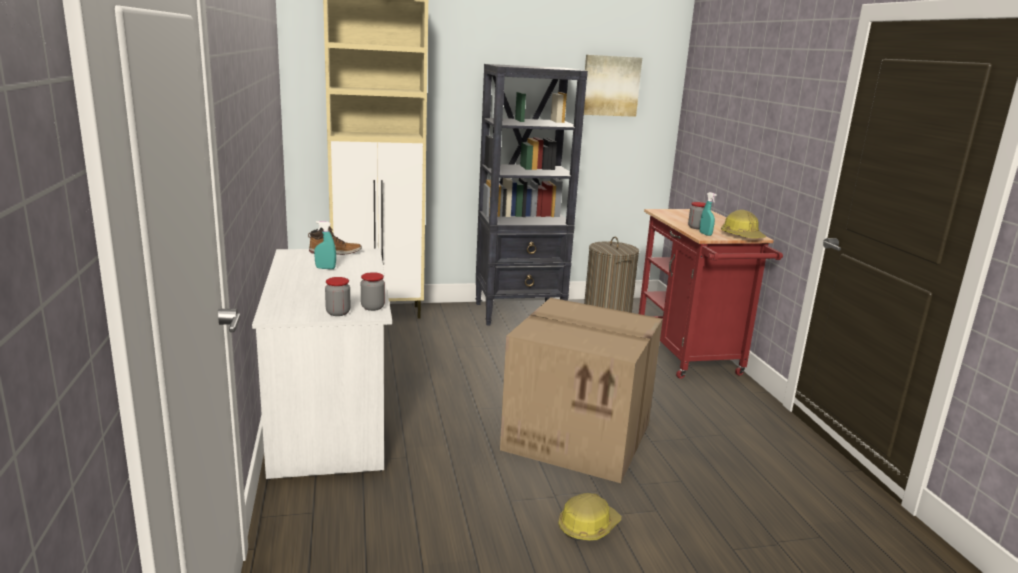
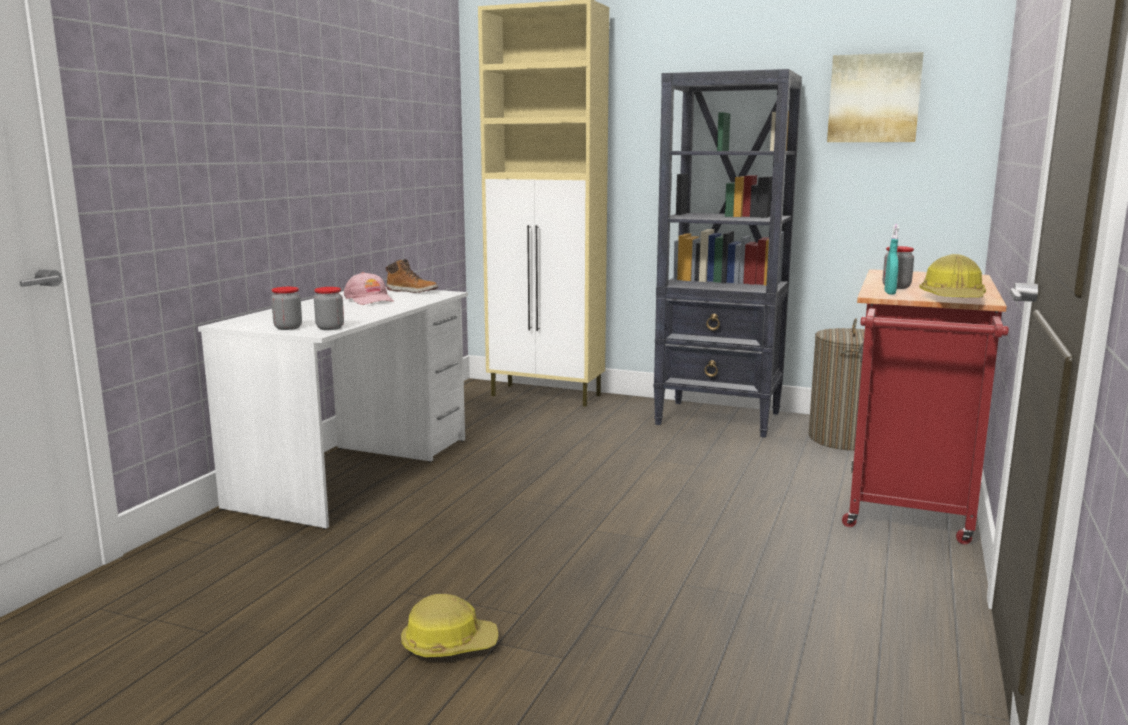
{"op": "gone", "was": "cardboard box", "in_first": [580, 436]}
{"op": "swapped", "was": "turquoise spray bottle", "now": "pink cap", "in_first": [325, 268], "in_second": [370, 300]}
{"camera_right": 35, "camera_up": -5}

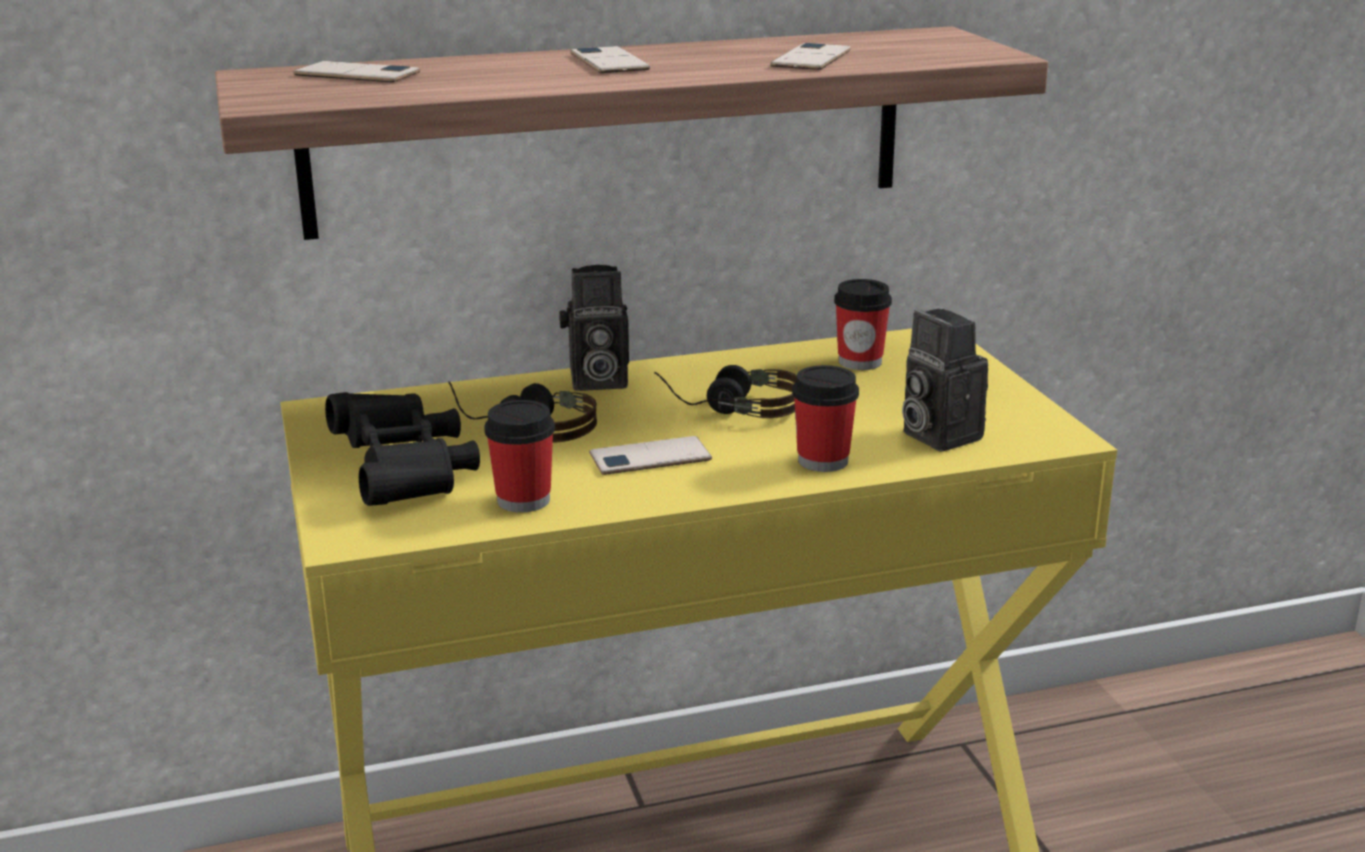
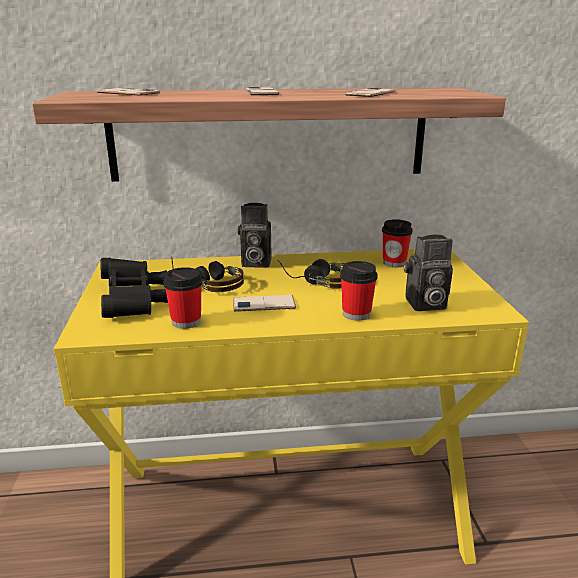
{"op": "rotated", "was": "photo camera", "in_first": [935, 435], "in_second": [424, 304], "clockwise": -75}
{"camera_right": 10, "camera_up": 0}

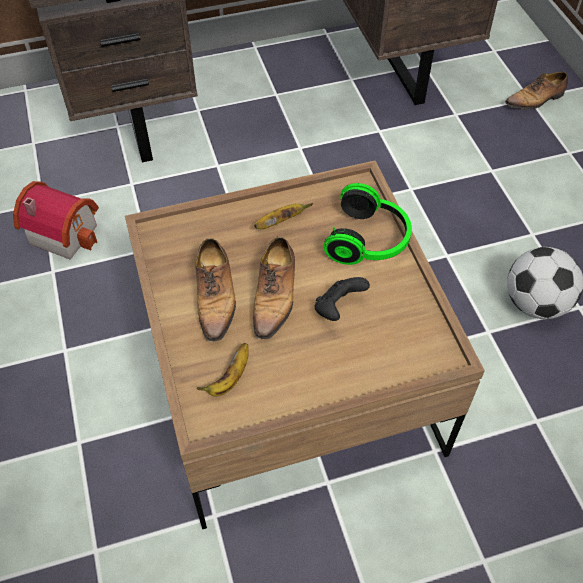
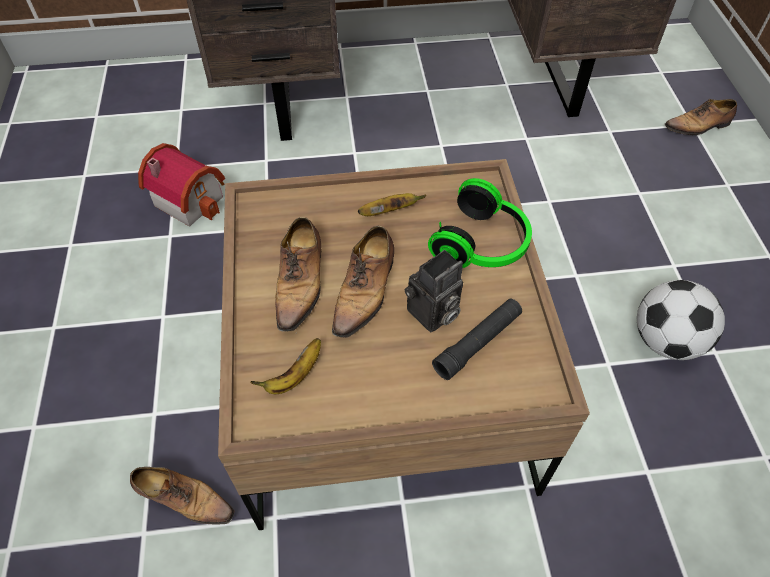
{"op": "new", "now": "shoe", "in_second": [184, 498]}
{"op": "new", "now": "black flashlight", "in_second": [478, 343]}
{"op": "swapped", "was": "black game controller", "now": "photo camera", "in_first": [338, 308], "in_second": [432, 315]}
{"camera_right": 10, "camera_up": 0}

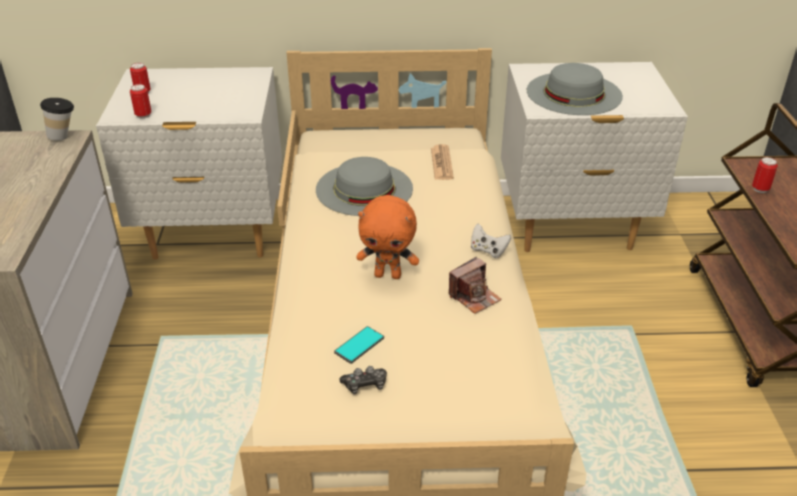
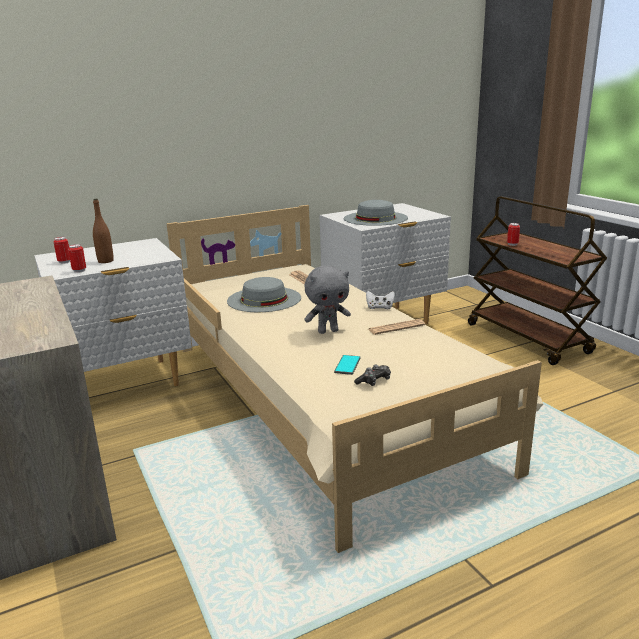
{"op": "gone", "was": "cup", "in_first": [64, 136]}
{"op": "new", "now": "brown bottle", "in_second": [105, 261]}
{"op": "swapped", "was": "photo camera", "now": "newspaper", "in_first": [474, 297], "in_second": [396, 327]}
{"op": "repainted", "was": "orange plush toy", "now": "grey plush toy", "in_first": [388, 275], "in_second": [328, 331]}
{"camera_right": -25, "camera_up": -15}

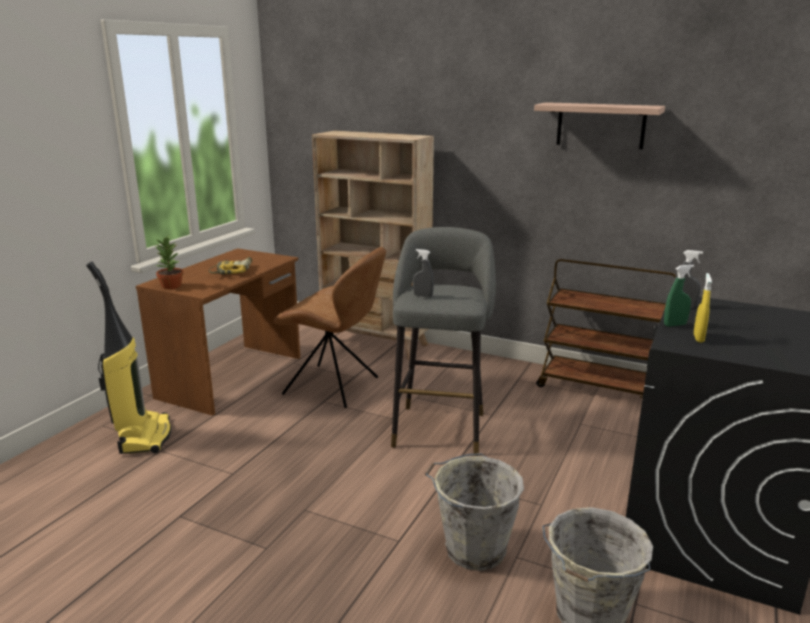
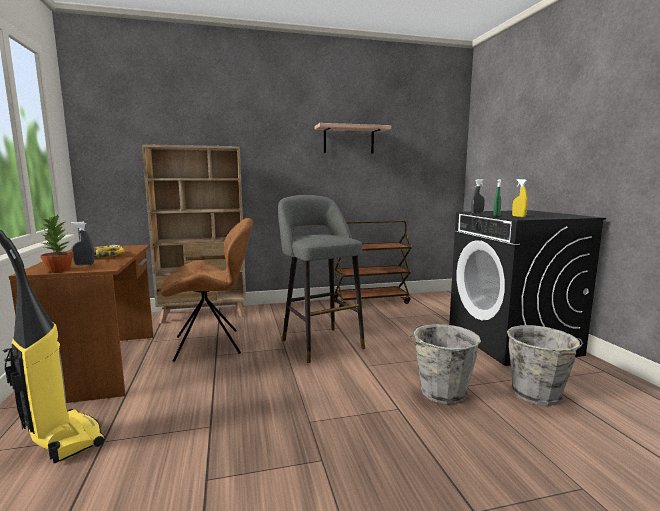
{"op": "shifted", "was": "grey spray bottle", "in_first": [423, 296], "in_second": [84, 264]}
{"camera_right": -40, "camera_up": -10}

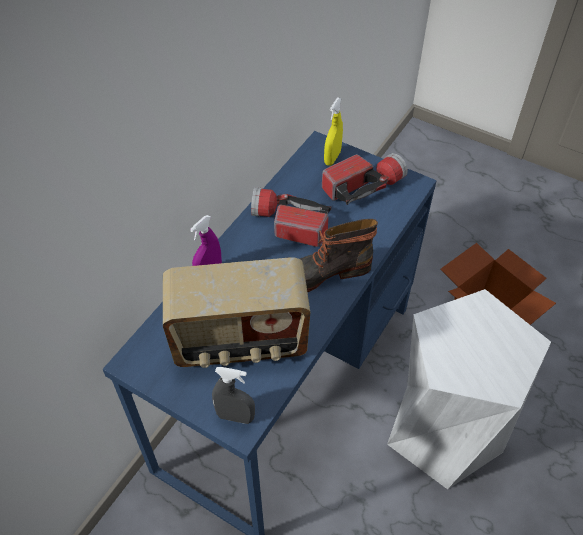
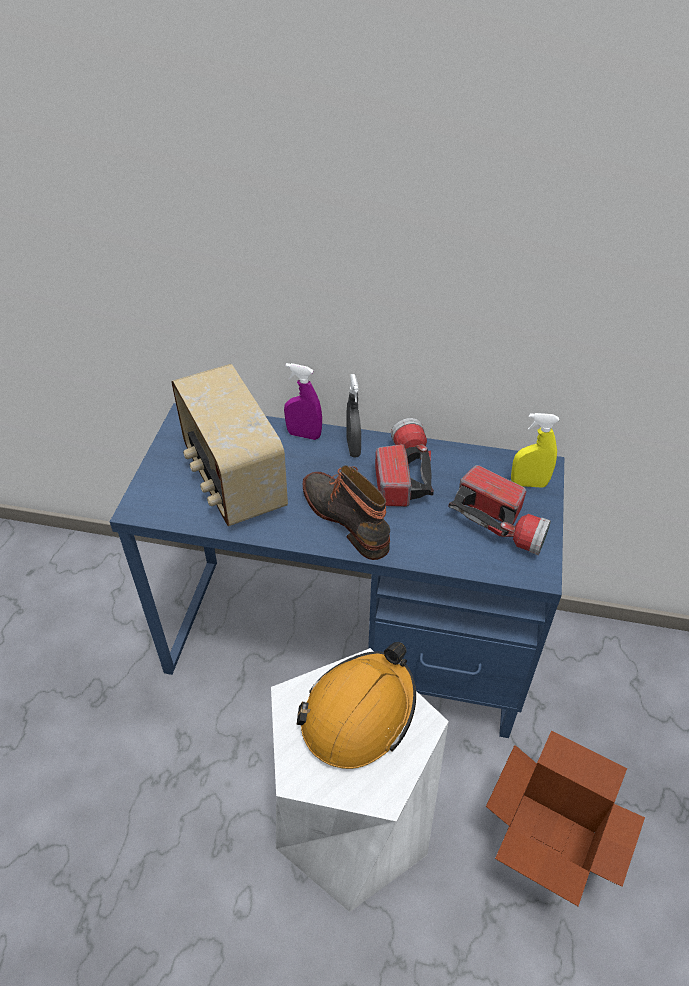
{"op": "new", "now": "orange hard hat", "in_second": [359, 713]}
{"op": "shifted", "was": "grey spray bottle", "in_first": [235, 417], "in_second": [353, 447]}
{"camera_right": 70, "camera_up": -5}

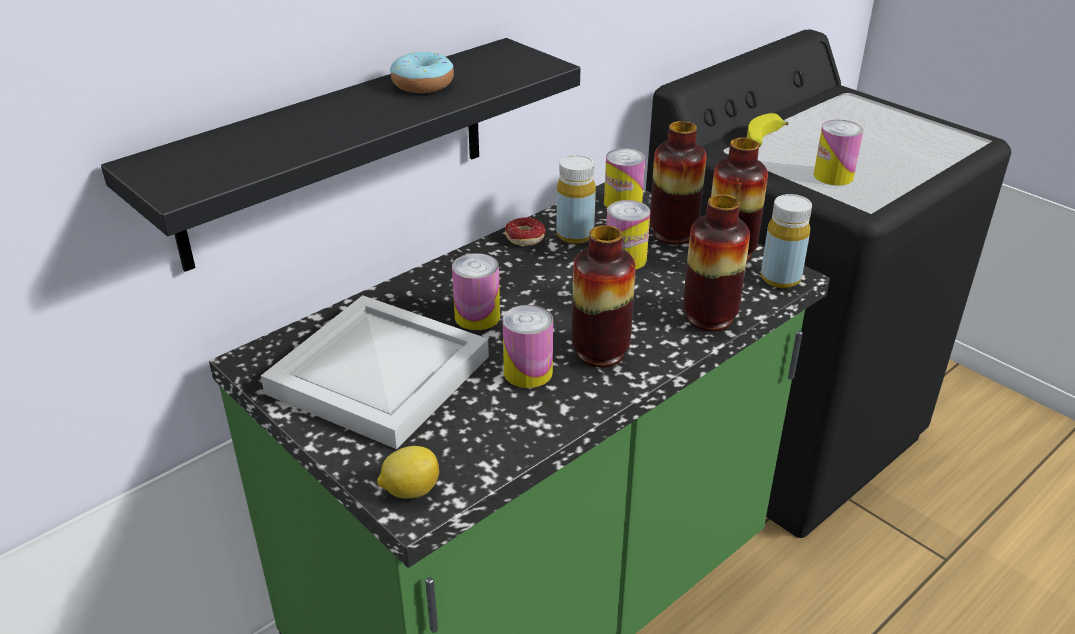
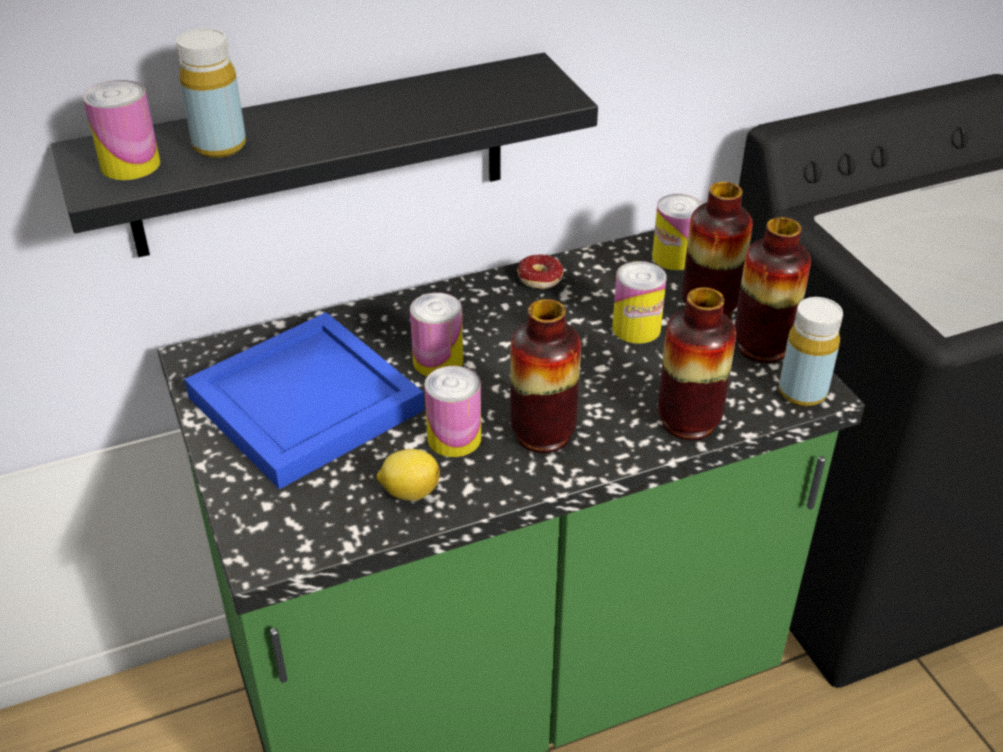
{"op": "gone", "was": "donut", "in_first": [423, 84]}
{"op": "gone", "was": "banana", "in_first": [764, 140]}
{"op": "shifted", "was": "lemon", "in_first": [410, 490], "in_second": [409, 491]}
{"op": "shifted", "was": "yellow bottle", "in_first": [575, 235], "in_second": [219, 146]}
{"op": "shifted", "was": "can", "in_first": [833, 176], "in_second": [130, 165]}
{"op": "repainted", "was": "white tray", "now": "blue tray", "in_first": [379, 377], "in_second": [304, 406]}
{"camera_right": 20, "camera_up": 5}

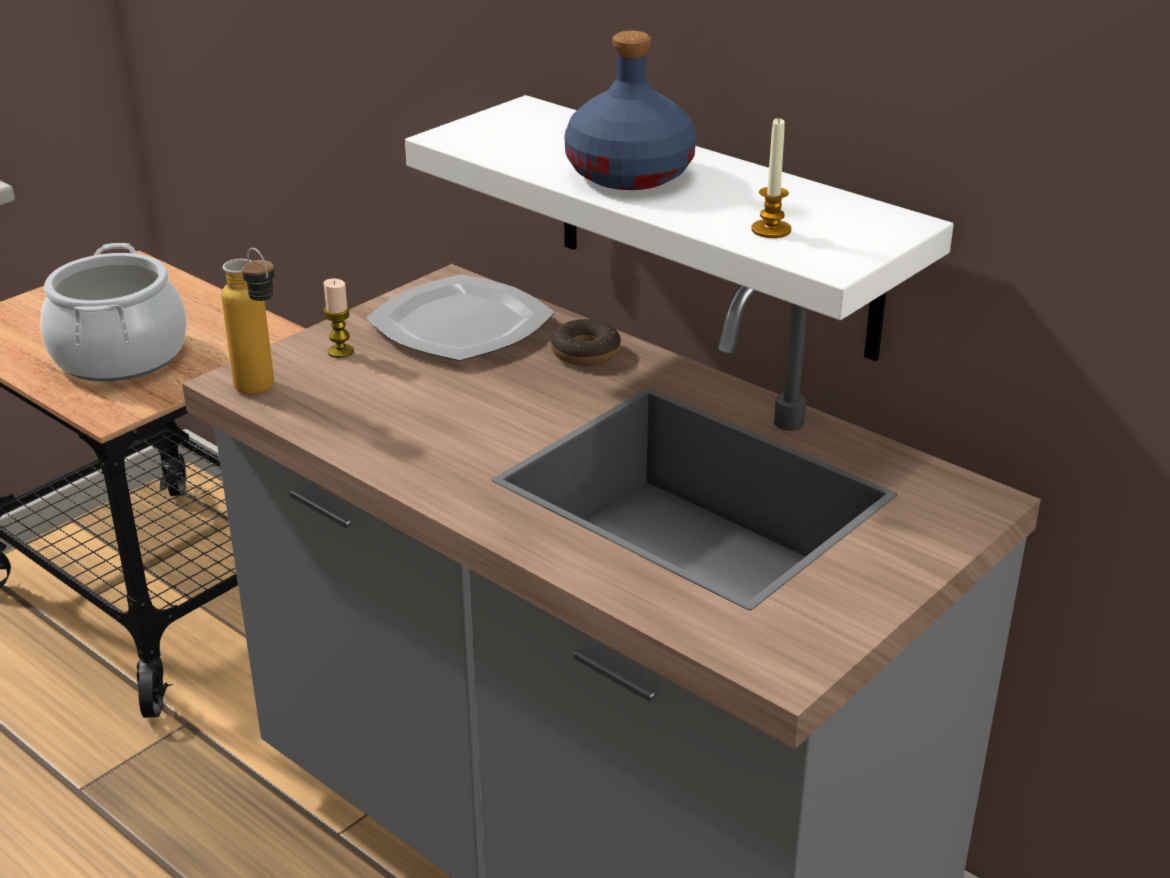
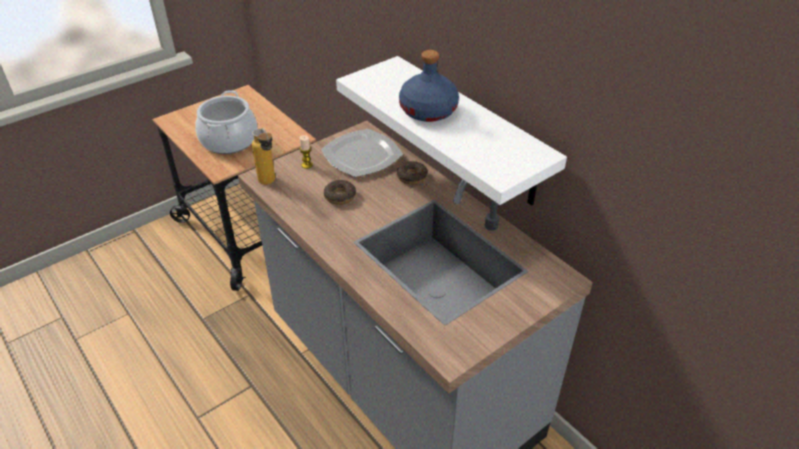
{"op": "gone", "was": "candle", "in_first": [771, 230]}
{"op": "new", "now": "donut", "in_second": [340, 196]}
{"camera_right": 10, "camera_up": 10}

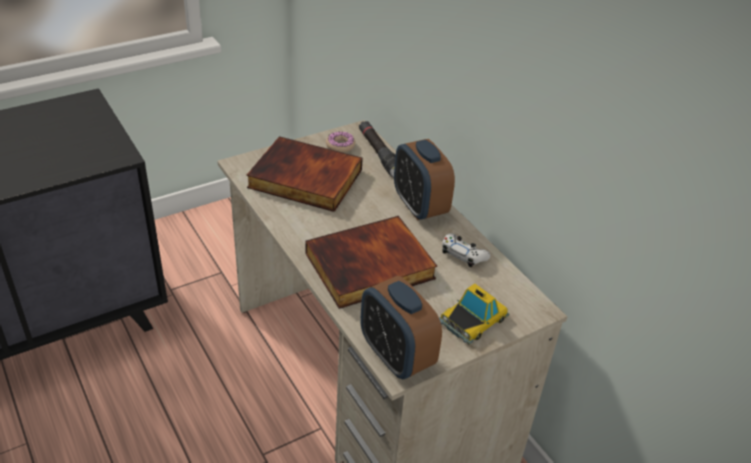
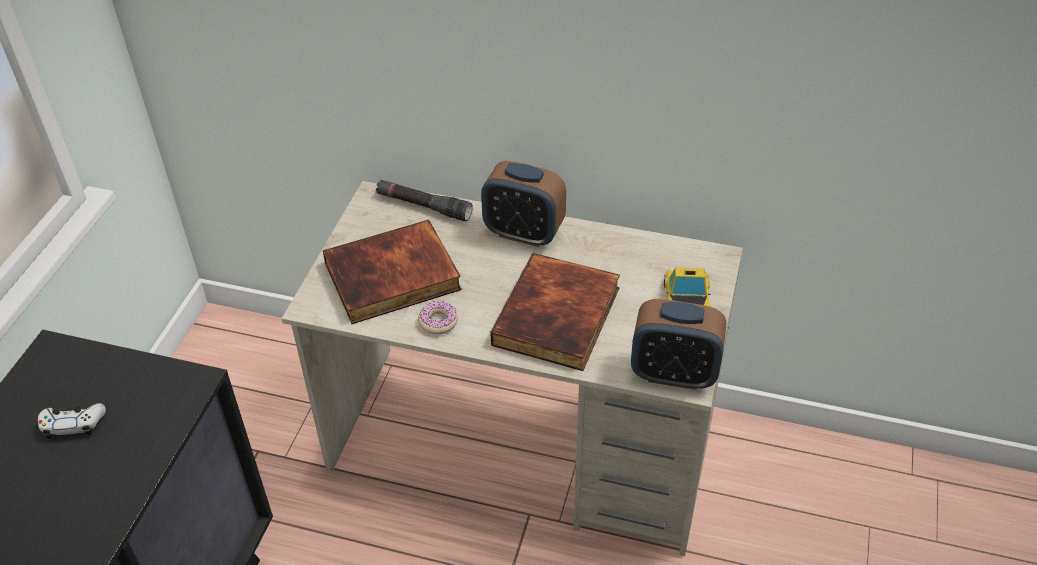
{"op": "shifted", "was": "donut", "in_first": [340, 145], "in_second": [438, 322]}
{"op": "shifted", "was": "white game controller", "in_first": [463, 254], "in_second": [73, 424]}
{"camera_right": -40, "camera_up": 5}

